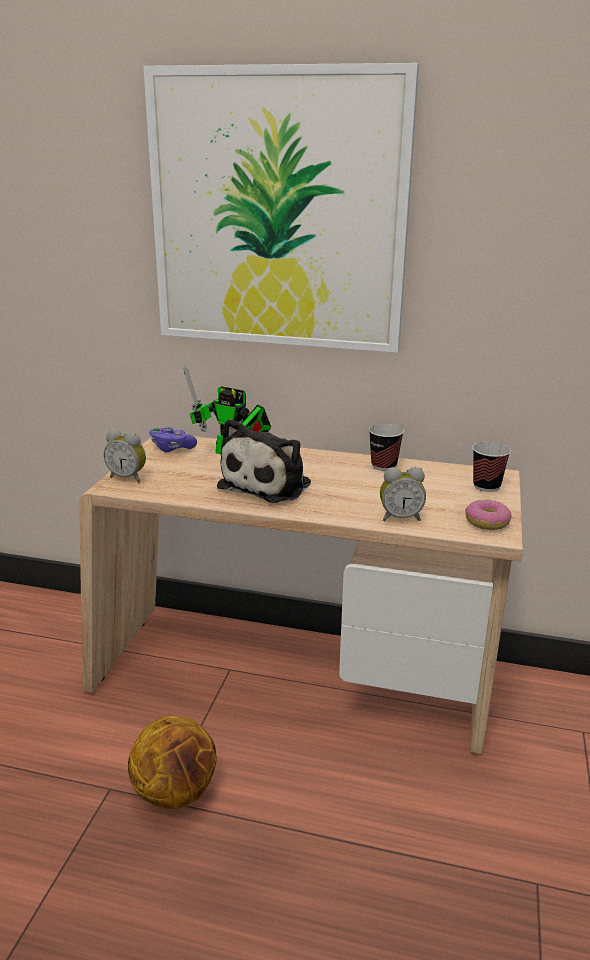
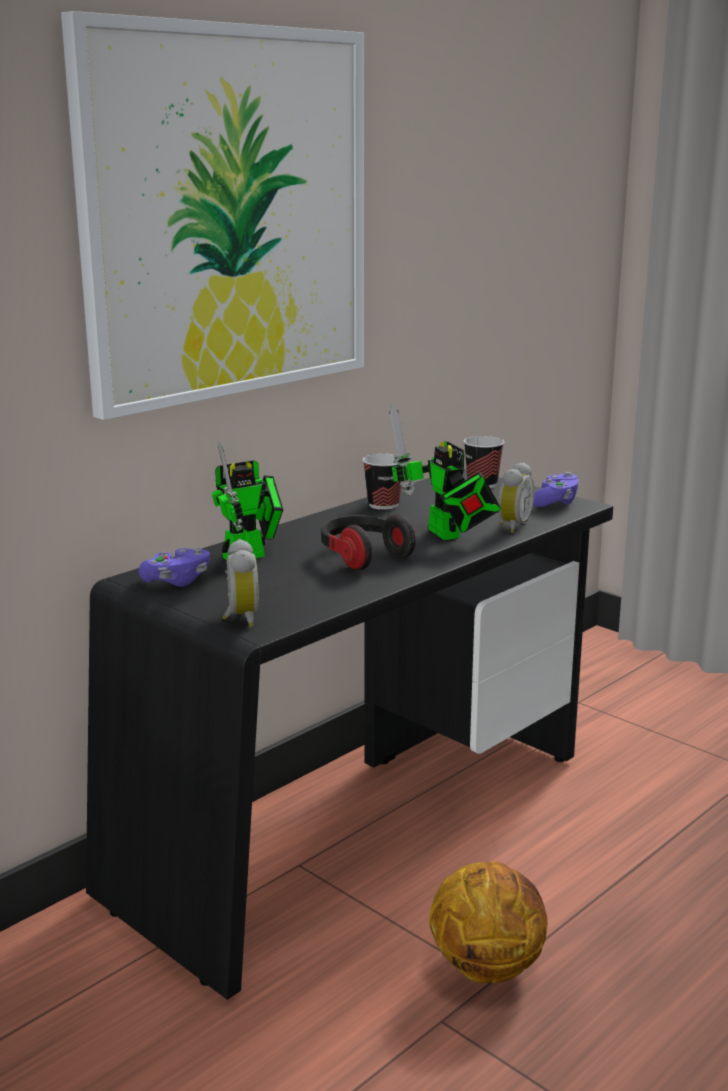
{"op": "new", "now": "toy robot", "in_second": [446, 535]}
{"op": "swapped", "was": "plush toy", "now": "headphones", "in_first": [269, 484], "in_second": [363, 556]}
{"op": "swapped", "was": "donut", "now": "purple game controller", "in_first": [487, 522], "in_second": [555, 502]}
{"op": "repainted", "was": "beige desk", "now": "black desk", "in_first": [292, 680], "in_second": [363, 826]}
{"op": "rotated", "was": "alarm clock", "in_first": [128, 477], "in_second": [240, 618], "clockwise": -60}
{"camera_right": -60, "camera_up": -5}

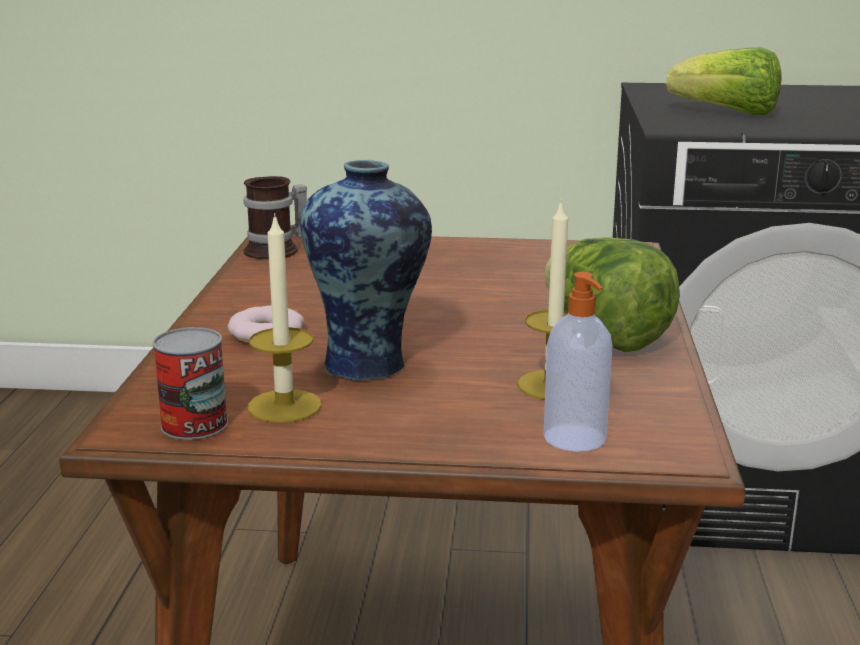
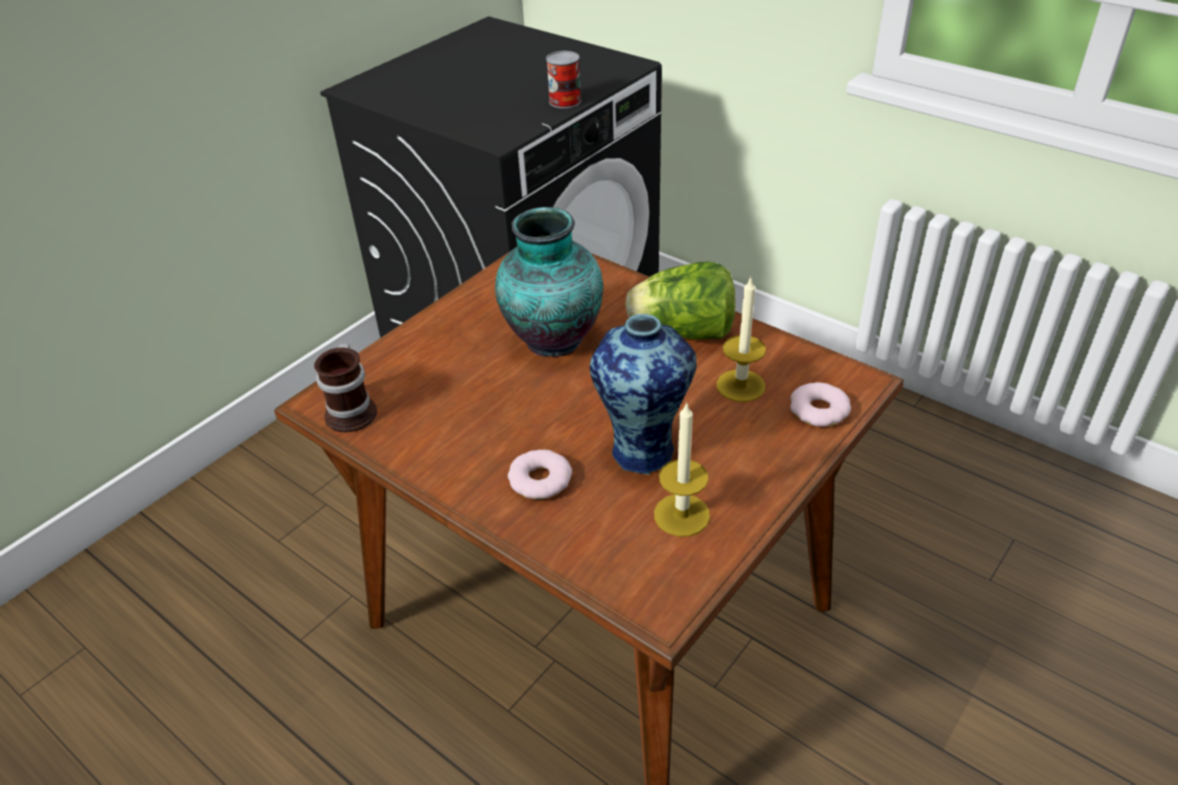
{"op": "gone", "was": "lettuce", "in_first": [727, 113]}
{"op": "new", "now": "vase", "in_second": [551, 341]}
{"op": "shifted", "was": "can", "in_first": [194, 424], "in_second": [565, 101]}
{"op": "swapped", "was": "soap dispenser", "now": "donut", "in_first": [576, 439], "in_second": [819, 410]}
{"camera_right": -55, "camera_up": 20}

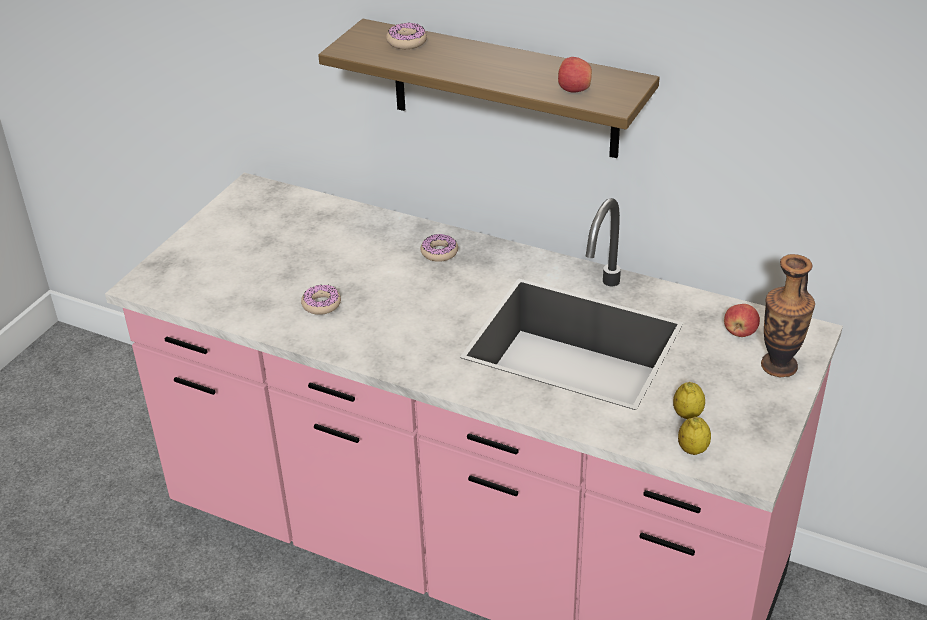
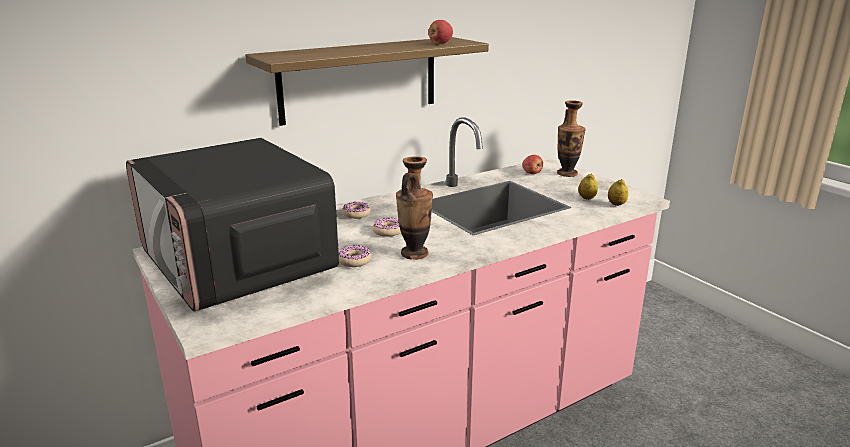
{"op": "new", "now": "microwave", "in_second": [238, 264]}
{"op": "new", "now": "vase", "in_second": [414, 253]}
{"op": "shifted", "was": "donut", "in_first": [406, 42], "in_second": [387, 231]}
{"camera_right": -60, "camera_up": -15}

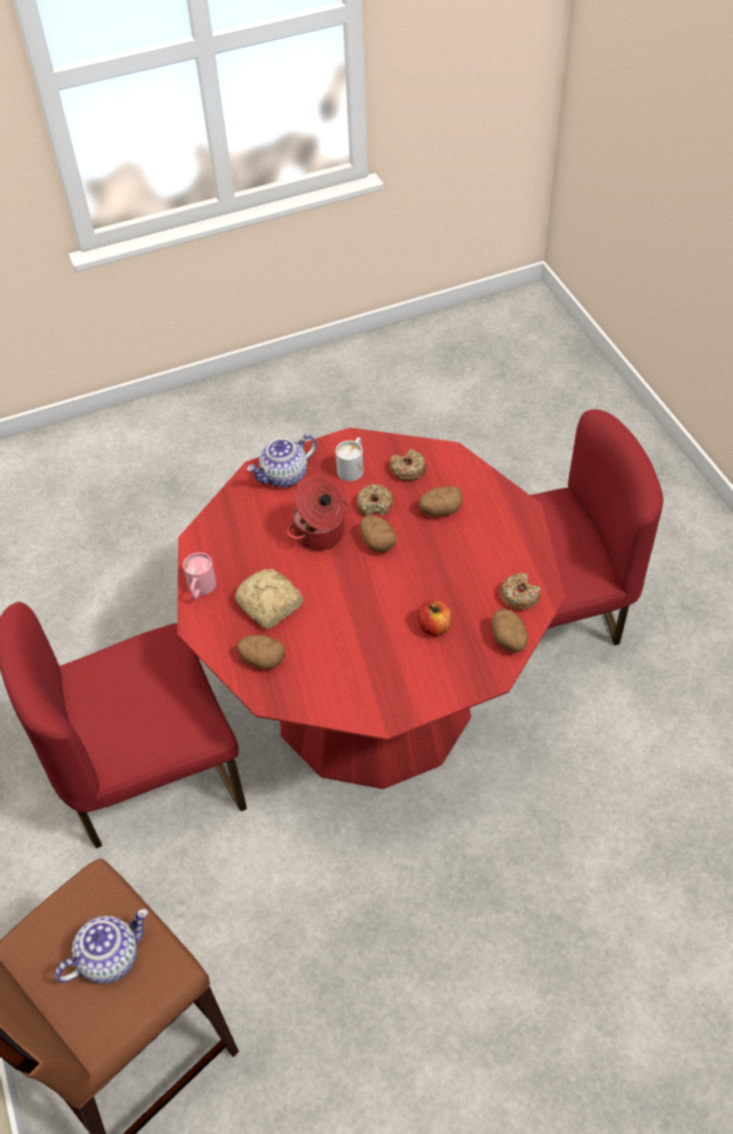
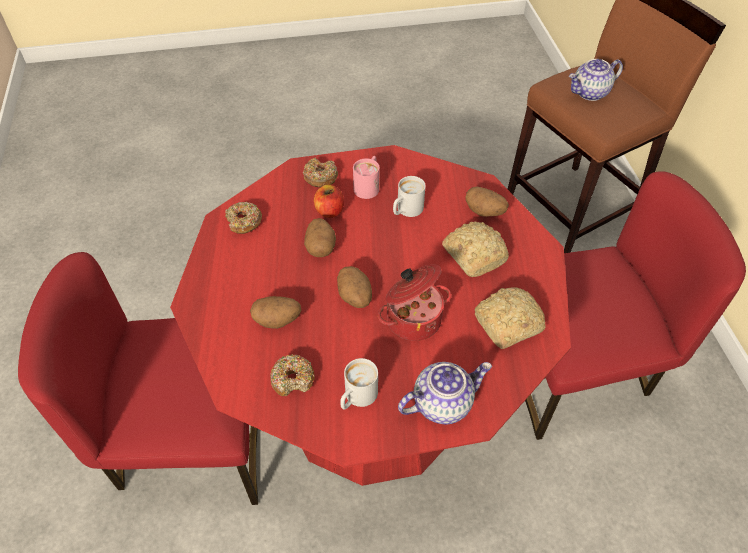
{"op": "new", "now": "white mug", "in_second": [406, 211]}
{"op": "new", "now": "bread", "in_second": [506, 324]}
{"op": "shifted", "was": "pink mug", "in_first": [200, 589], "in_second": [368, 186]}
{"op": "shifted", "was": "donut", "in_first": [375, 505], "in_second": [320, 177]}
{"op": "shifted", "was": "potato", "in_first": [509, 640], "in_second": [320, 247]}
{"camera_right": -170, "camera_up": 0}

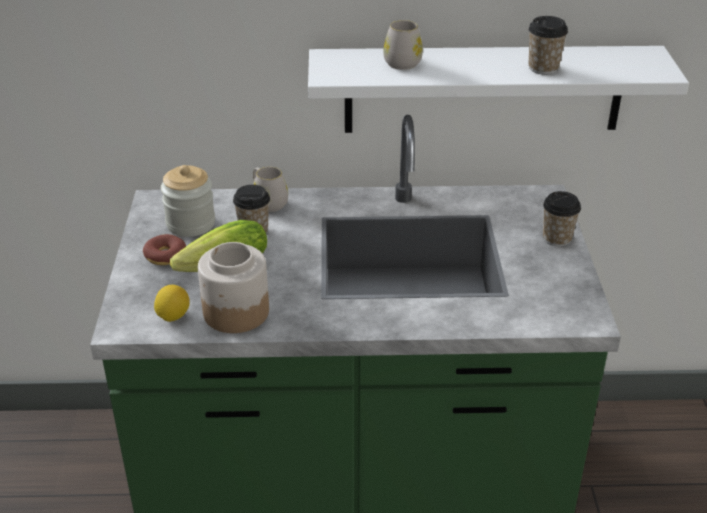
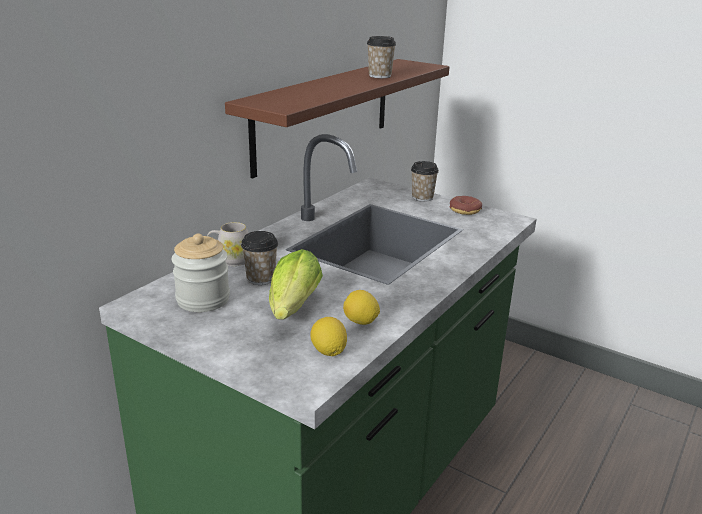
{"op": "gone", "was": "white mug", "in_first": [403, 61]}
{"op": "shifted", "was": "donut", "in_first": [165, 256], "in_second": [465, 210]}
{"op": "swapped", "was": "jar", "now": "lemon", "in_first": [235, 312], "in_second": [360, 322]}
{"op": "repainted", "was": "white shelf", "now": "brown shelf", "in_first": [483, 89], "in_second": [324, 114]}
{"camera_right": -55, "camera_up": -10}

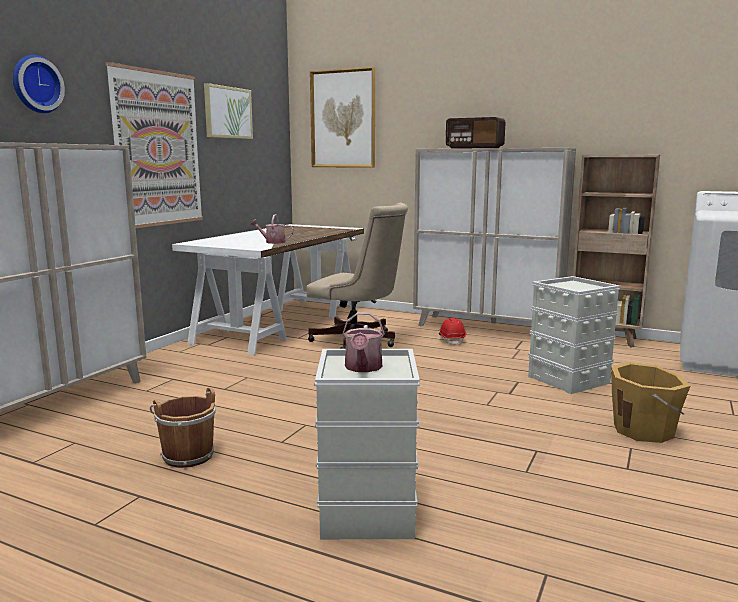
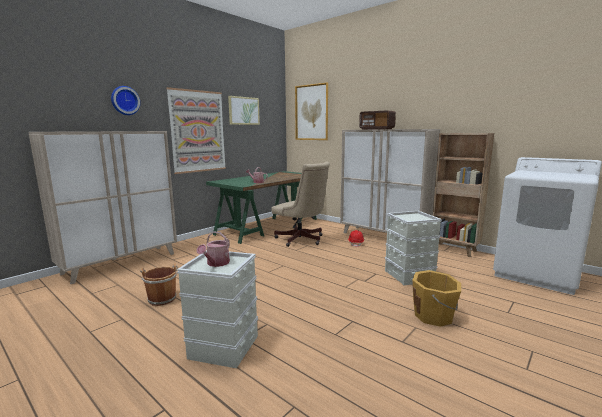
{"op": "repainted", "was": "white desk", "now": "green desk", "in_first": [280, 324], "in_second": [268, 226]}
{"camera_right": 15, "camera_up": 0}

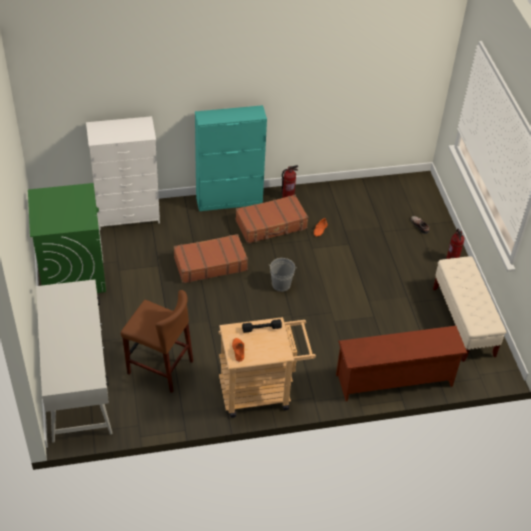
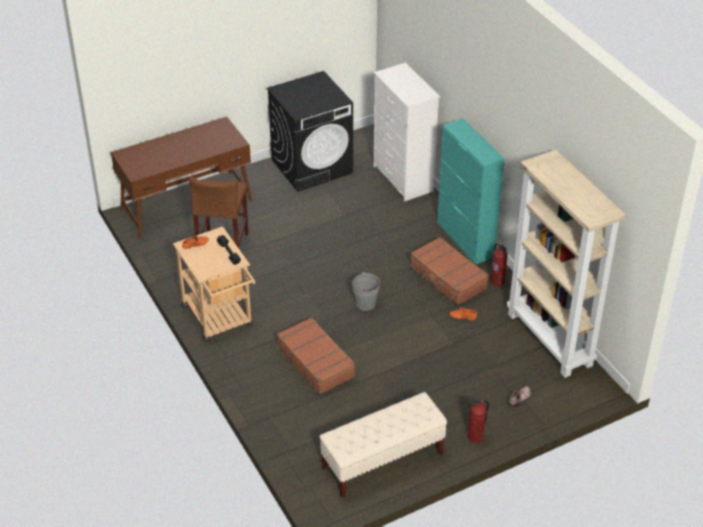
{"op": "gone", "was": "brown shoe rack", "in_first": [394, 381]}
{"op": "new", "now": "beige bookcase", "in_second": [550, 339]}
{"op": "shifted", "was": "brown suitcase", "in_first": [210, 264], "in_second": [316, 362]}
{"op": "repainted", "was": "green washing machine", "now": "black washing machine", "in_first": [73, 271], "in_second": [312, 166]}
{"op": "repainted", "was": "white desk", "now": "brown desk", "in_first": [78, 382], "in_second": [187, 205]}
{"camera_right": 75, "camera_up": -5}

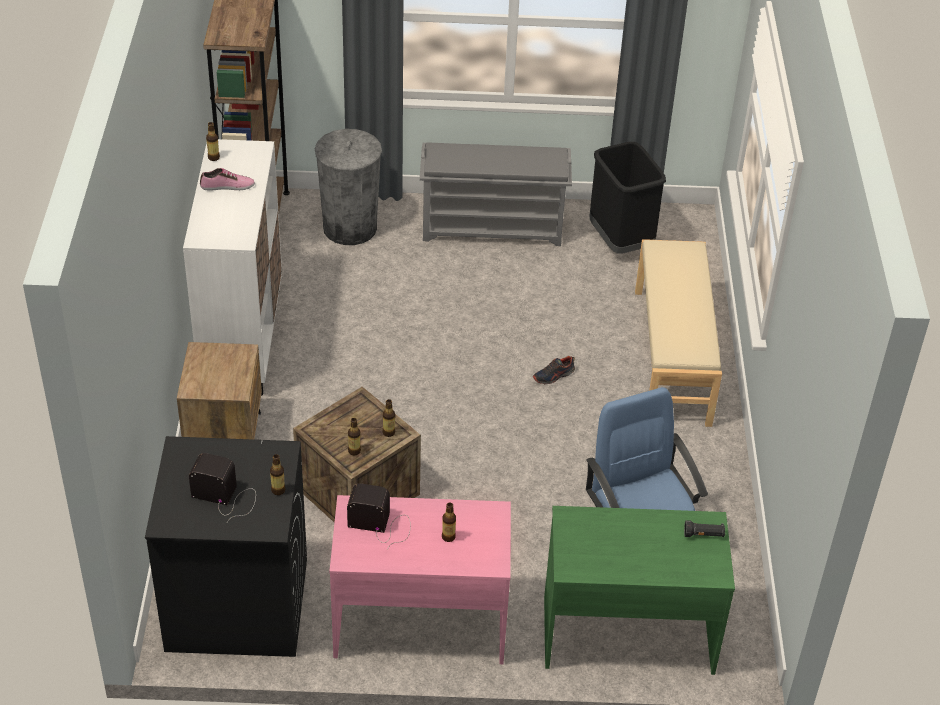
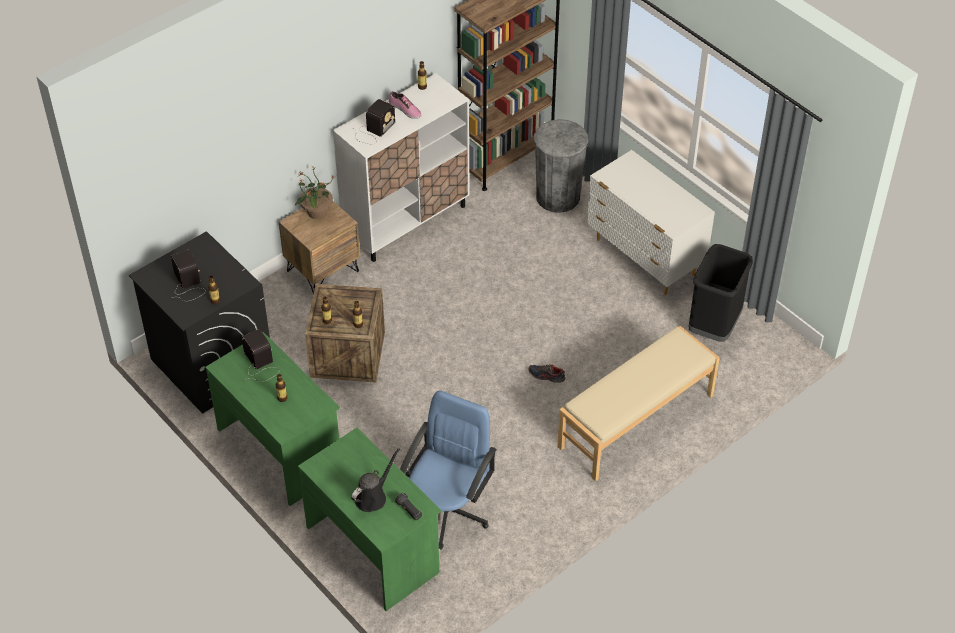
{"op": "new", "now": "potted plant", "in_second": [316, 212]}
{"op": "new", "now": "black watering can", "in_second": [372, 497]}
{"op": "new", "now": "radio", "in_second": [373, 131]}
{"op": "swapped", "was": "grey shoe rack", "now": "white dresser", "in_first": [493, 228], "in_second": [645, 258]}
{"op": "repainted", "was": "pink desk", "now": "green desk", "in_first": [419, 623], "in_second": [280, 449]}
{"camera_right": 50, "camera_up": 5}

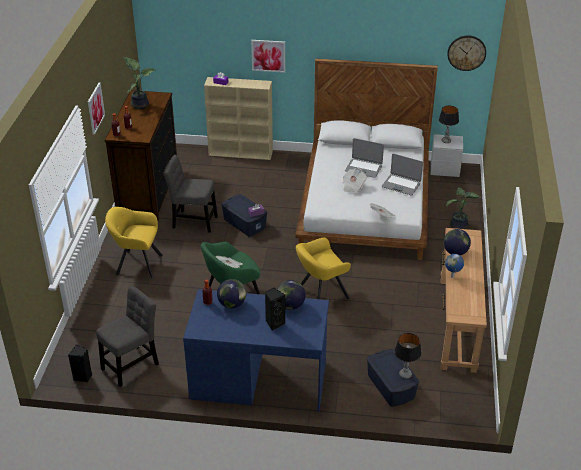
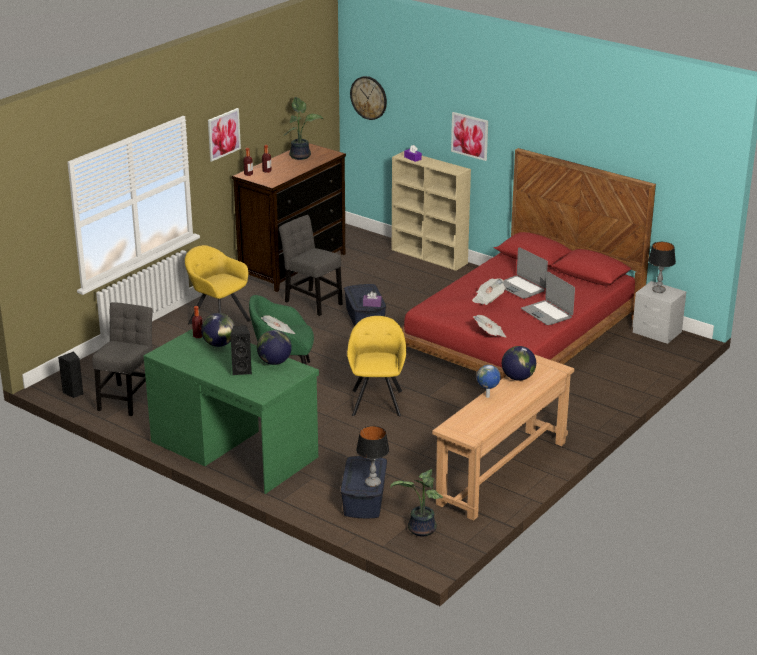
{"op": "shifted", "was": "potted plant", "in_first": [458, 227], "in_second": [421, 530]}
{"op": "shifted", "was": "wall clock", "in_first": [466, 52], "in_second": [369, 97]}
{"op": "repainted", "was": "blue desk", "now": "green desk", "in_first": [258, 379], "in_second": [234, 448]}
{"op": "repainted", "was": "white bed", "now": "red bed", "in_first": [365, 204], "in_second": [520, 338]}
{"op": "rotated", "was": "grey chair", "in_first": [132, 364], "in_second": [127, 398], "clockwise": -60}
{"op": "rotated", "was": "yellow armchair", "in_first": [320, 294], "in_second": [377, 401], "clockwise": 90}
{"camera_right": 30, "camera_up": -10}

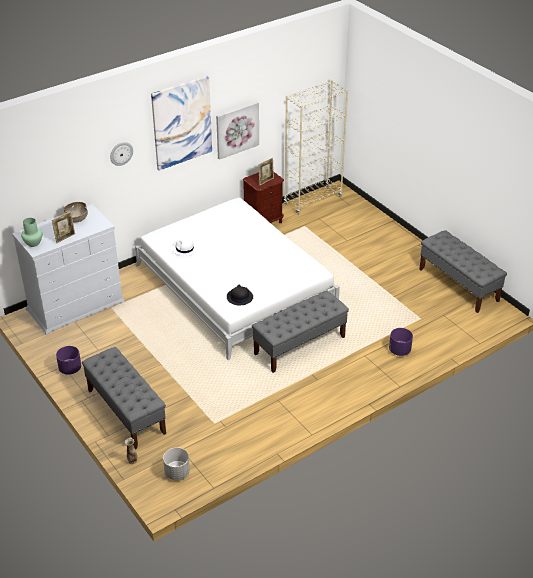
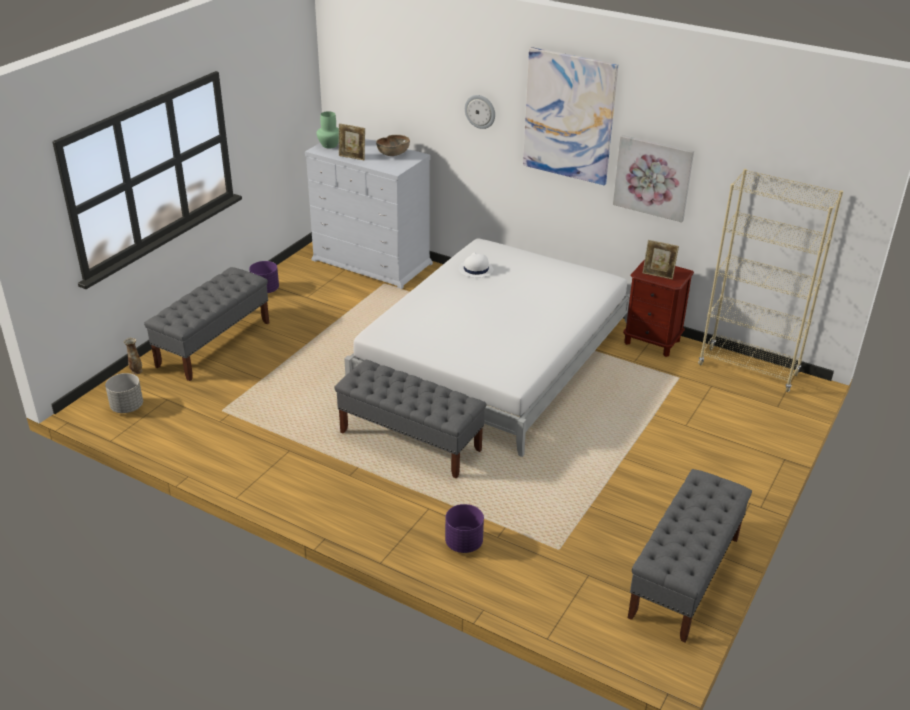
{"op": "gone", "was": "black hat", "in_first": [239, 297]}
{"camera_right": 65, "camera_up": -5}

